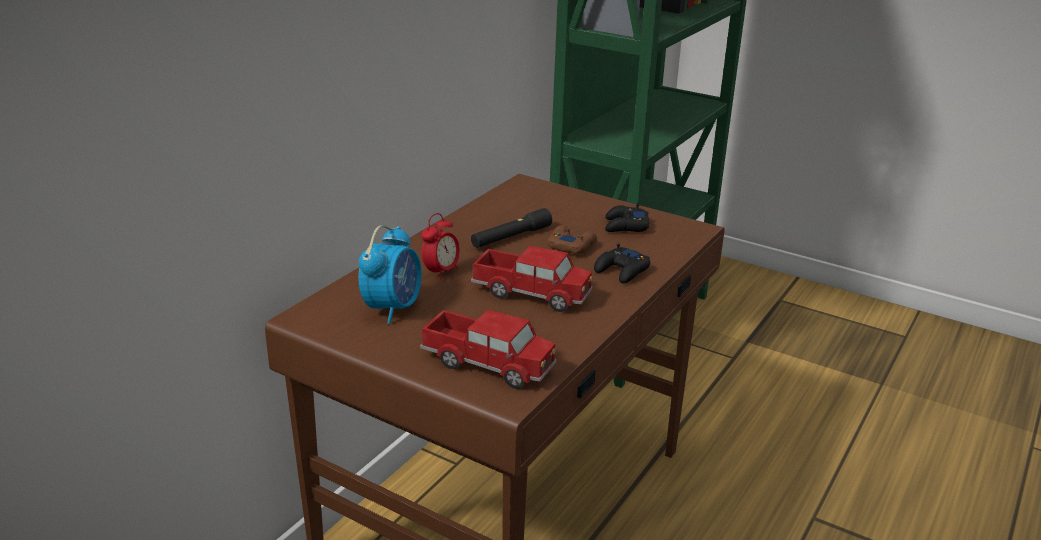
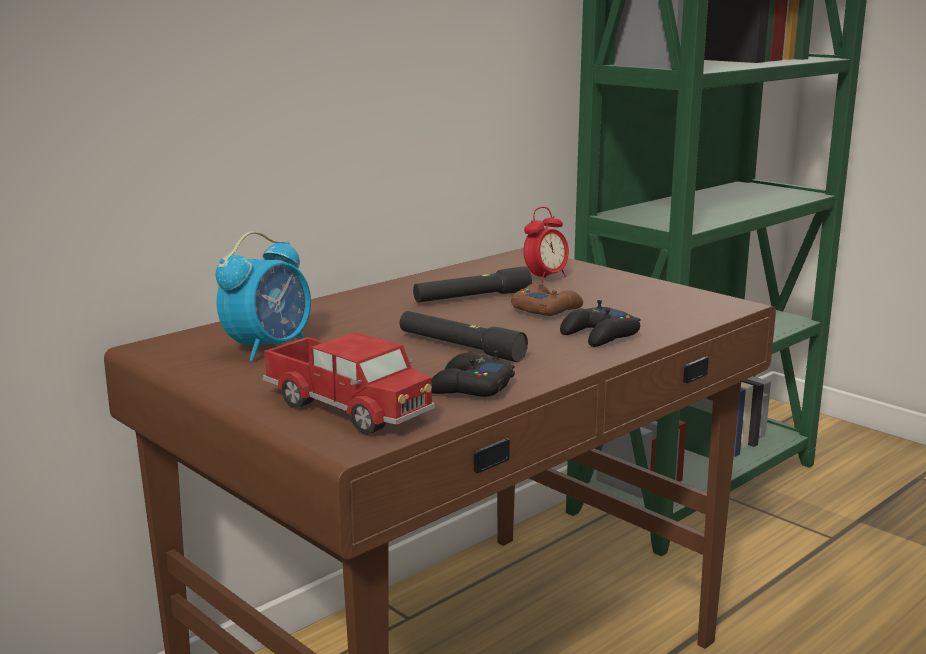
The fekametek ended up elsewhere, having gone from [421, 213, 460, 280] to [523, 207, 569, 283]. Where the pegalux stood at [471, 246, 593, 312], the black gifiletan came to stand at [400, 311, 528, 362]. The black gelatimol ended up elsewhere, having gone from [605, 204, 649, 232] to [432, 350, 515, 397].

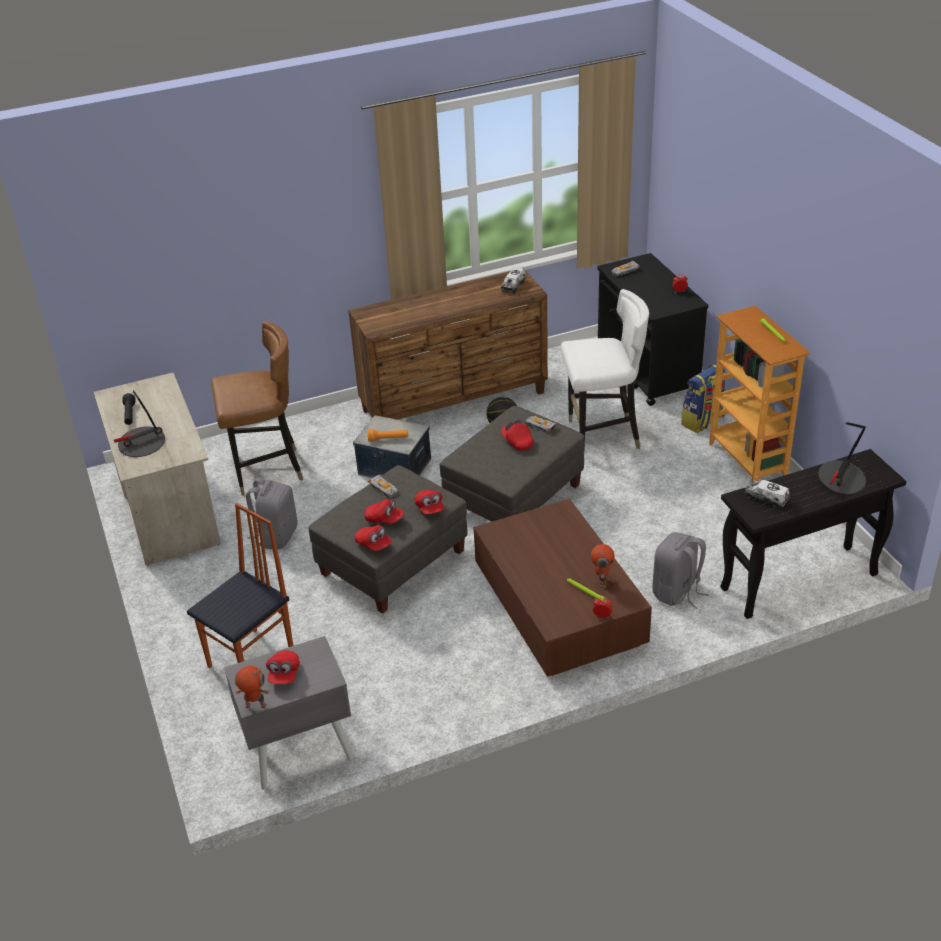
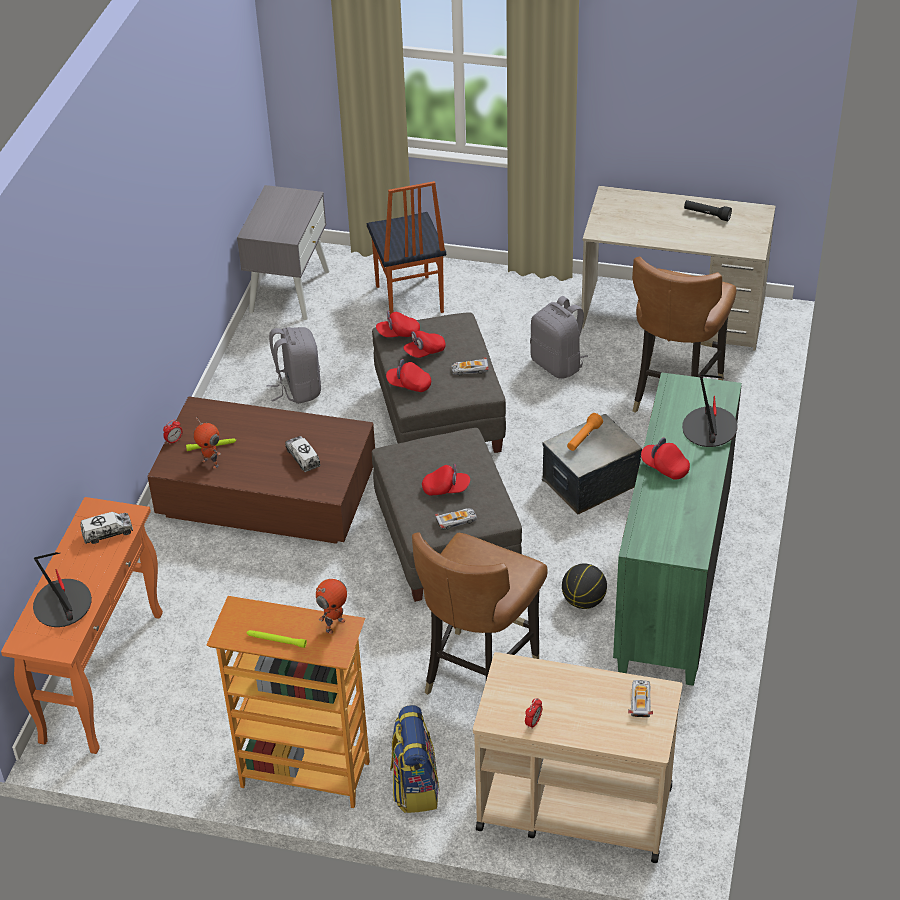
The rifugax ended up elsewhere, having gone from [114, 390, 165, 457] to [682, 374, 738, 447]. The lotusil ended up elsewhere, having gone from [235, 665, 269, 708] to [316, 579, 347, 634]. The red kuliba ended up elsewhere, having gone from [266, 650, 300, 684] to [641, 437, 690, 480]. What was the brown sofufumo at [348, 268, 548, 420] turned into the green sofufumo at [613, 372, 742, 686]. The pegalux ended up elsewhere, having gone from [501, 267, 526, 294] to [285, 436, 320, 472]. What was the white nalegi at [561, 289, 649, 452] turned into the brown nalegi at [412, 532, 548, 695]. What was the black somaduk at [598, 253, 708, 406] turned into the beige somaduk at [473, 652, 683, 863]. The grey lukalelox ended up elsewhere, having gone from [652, 532, 709, 609] to [266, 327, 321, 404]. What was the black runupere at [720, 449, 906, 619] turned into the orange runupere at [1, 497, 163, 754].

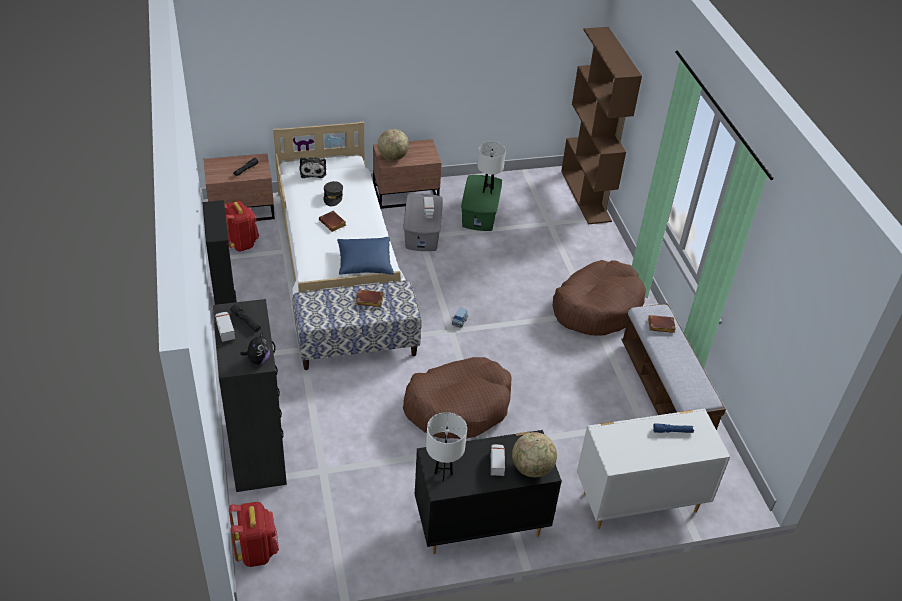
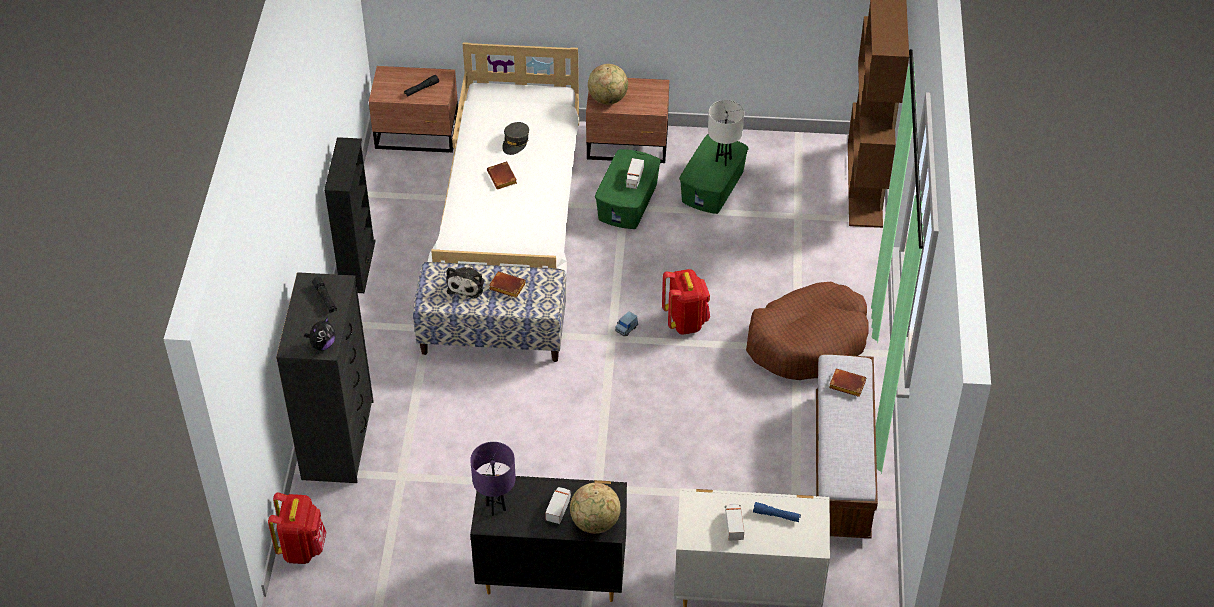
The pegalux ended up elsewhere, having gone from [215, 312, 235, 342] to [725, 504, 744, 541]. The red lukalelox ended up elsewhere, having gone from [225, 201, 259, 251] to [662, 269, 710, 335]. The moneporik ended up elsewhere, having gone from [300, 157, 326, 178] to [447, 265, 484, 299]. The second view lost the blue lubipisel at [337, 237, 394, 275]. The second view lost the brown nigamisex at [403, 357, 511, 439]. What was the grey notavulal at [404, 193, 443, 251] turned into the green notavulal at [595, 149, 661, 229]. What was the white rifugax at [426, 412, 467, 482] turned into the purple rifugax at [470, 442, 516, 516].

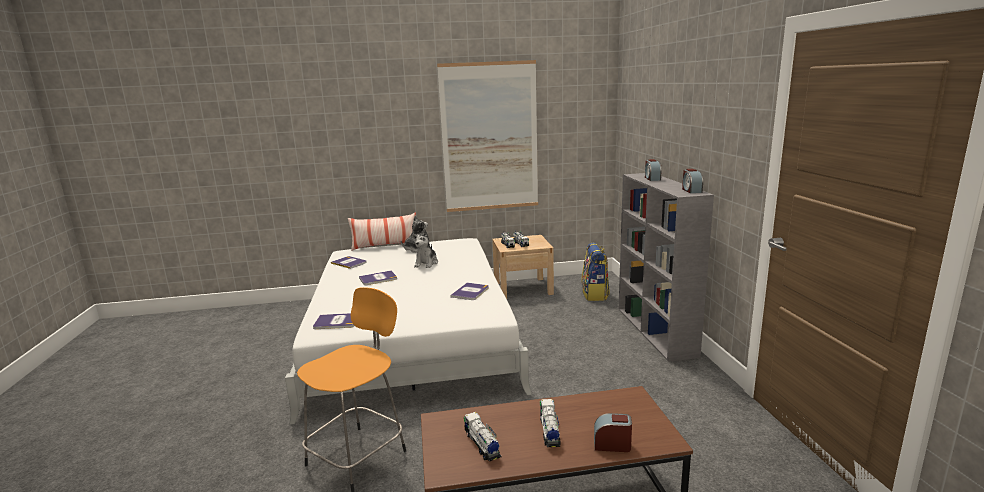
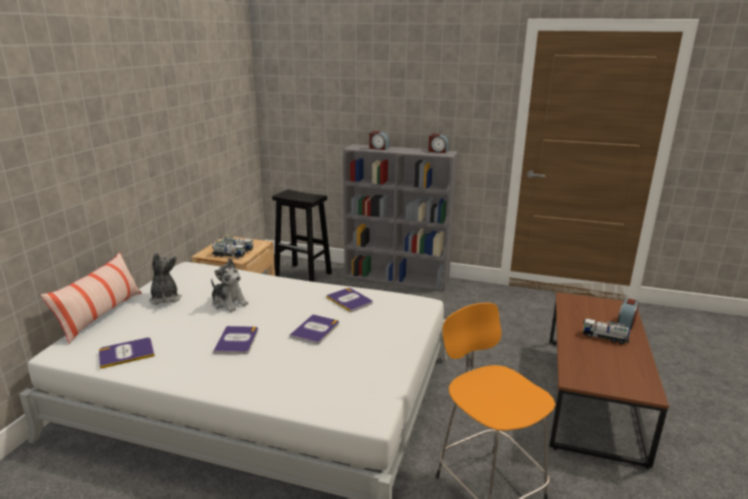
The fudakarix ended up elsewhere, having gone from [313, 313, 354, 329] to [289, 314, 339, 344]. The second view lost the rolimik at [437, 60, 538, 212]. The second view lost the pegalux at [464, 412, 501, 461]. Where the lukalelox stood at [581, 243, 610, 301], the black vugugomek came to stand at [272, 190, 332, 282].

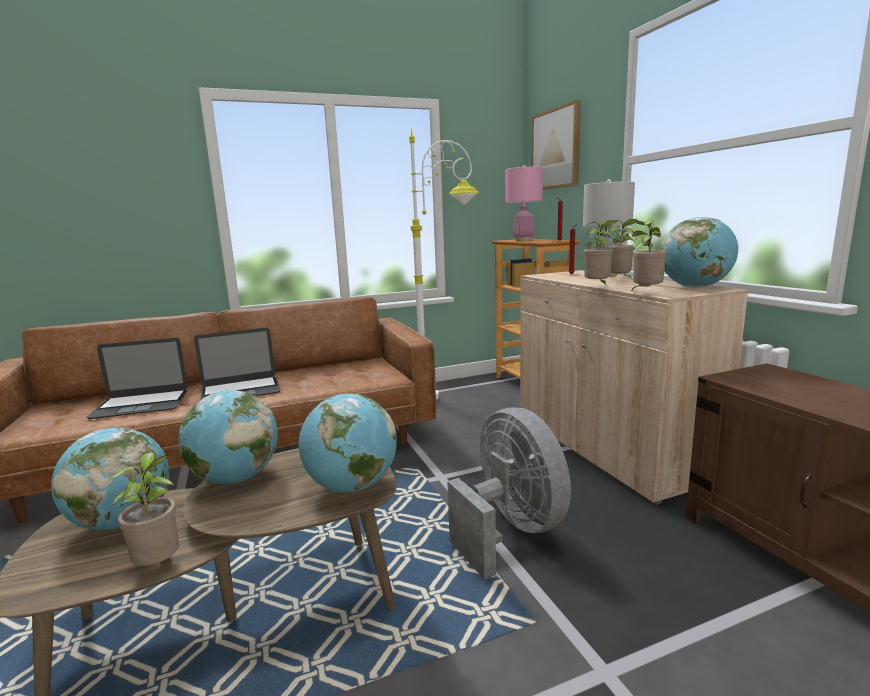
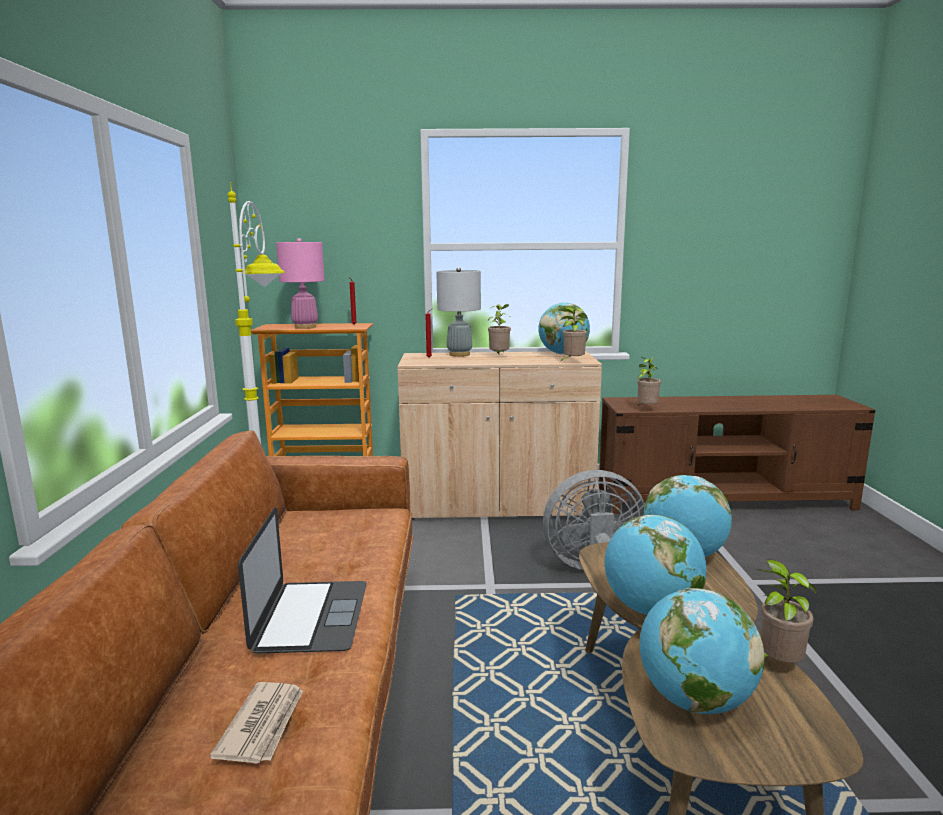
Where the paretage stood at [86, 338, 188, 419], the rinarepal came to stand at [210, 682, 303, 764]. The second view lost the rolimik at [531, 100, 581, 190]. The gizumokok ended up elsewhere, having gone from [583, 220, 617, 284] to [637, 357, 661, 406].

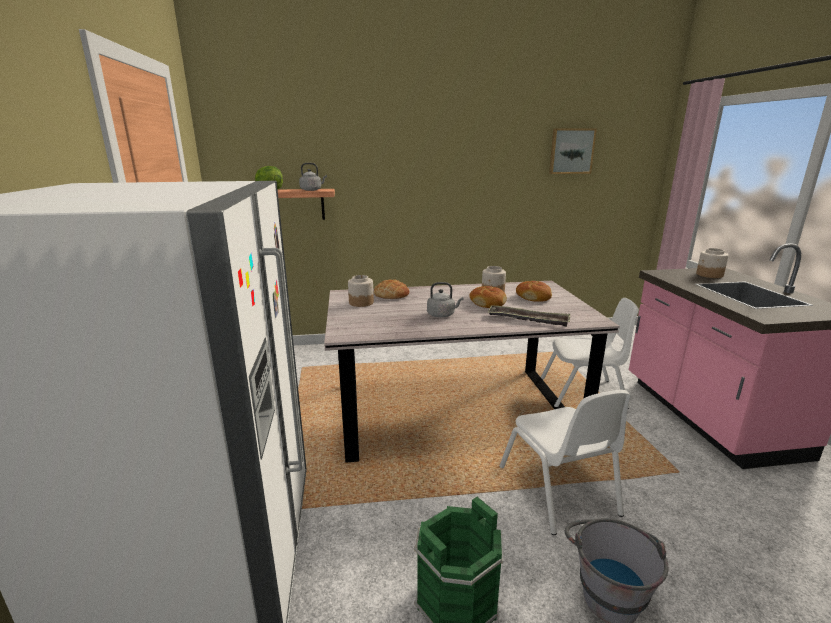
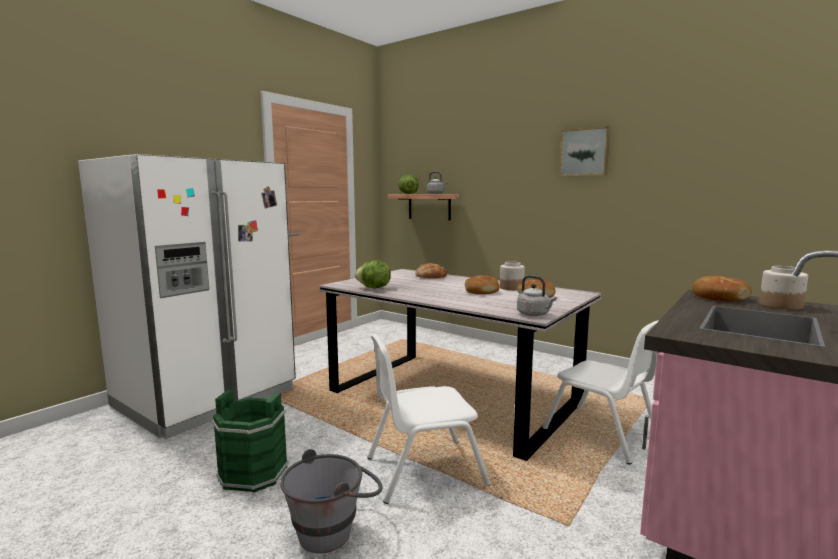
The second view lost the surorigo at [348, 275, 374, 307]. The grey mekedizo ended up elsewhere, having gone from [427, 282, 464, 317] to [517, 275, 557, 316]. The second view lost the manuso at [488, 305, 570, 327]. The white nalegi at [499, 390, 630, 535] ended up facing another way, 45 degrees clockwise from before. The rolimik ended up elsewhere, having gone from [549, 128, 597, 174] to [559, 126, 610, 176]. The second view gained the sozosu at [355, 260, 391, 289]. The second view gained the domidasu at [692, 276, 752, 301].

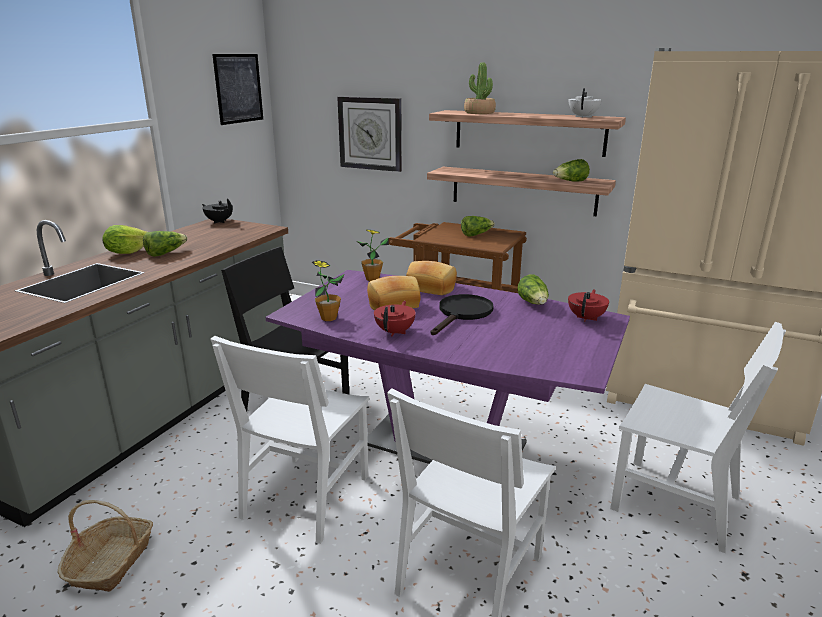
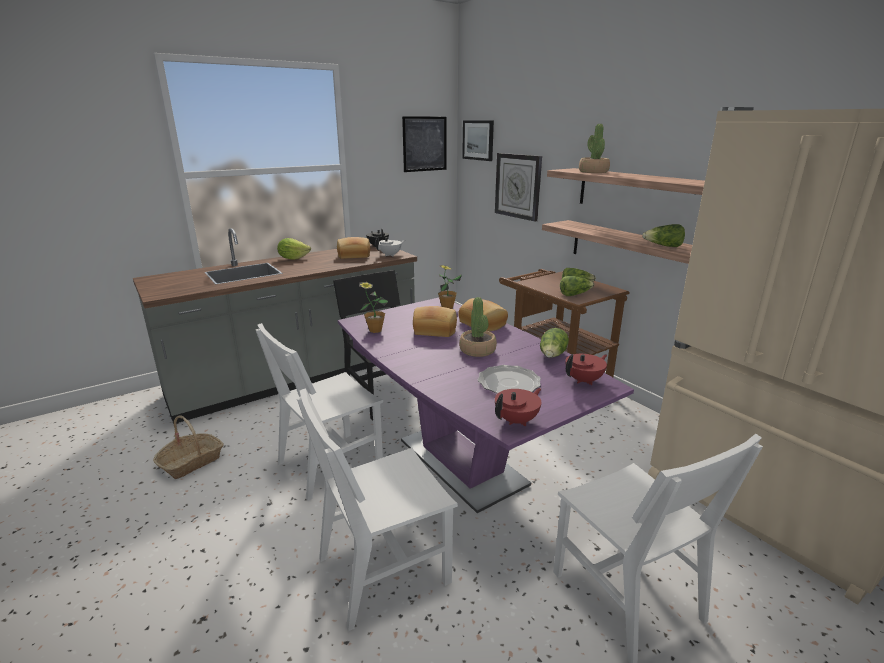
The sozosu ended up elsewhere, having gone from [143, 231, 188, 257] to [560, 276, 594, 296]. The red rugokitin ended up elsewhere, having gone from [374, 301, 416, 336] to [495, 388, 541, 426]. Where the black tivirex stood at [430, 294, 494, 335], the gizumokok came to stand at [459, 297, 497, 357]. The white rugokitin ended up elsewhere, having gone from [569, 88, 601, 118] to [375, 236, 405, 257]. The second view gained the domidasu at [337, 237, 370, 259]. The second view gained the rolimik at [462, 121, 494, 161]. The second view gained the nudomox at [478, 365, 541, 394].

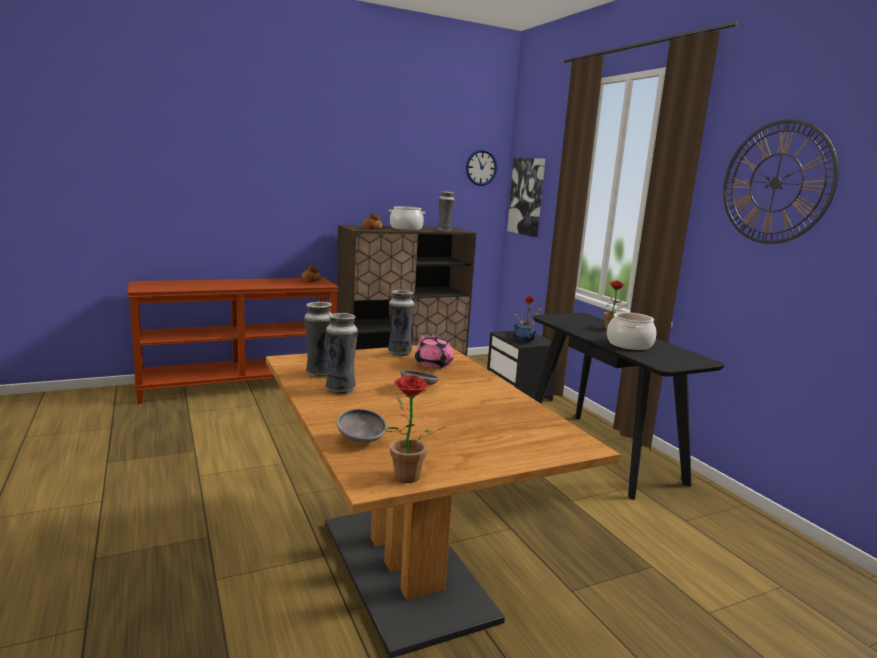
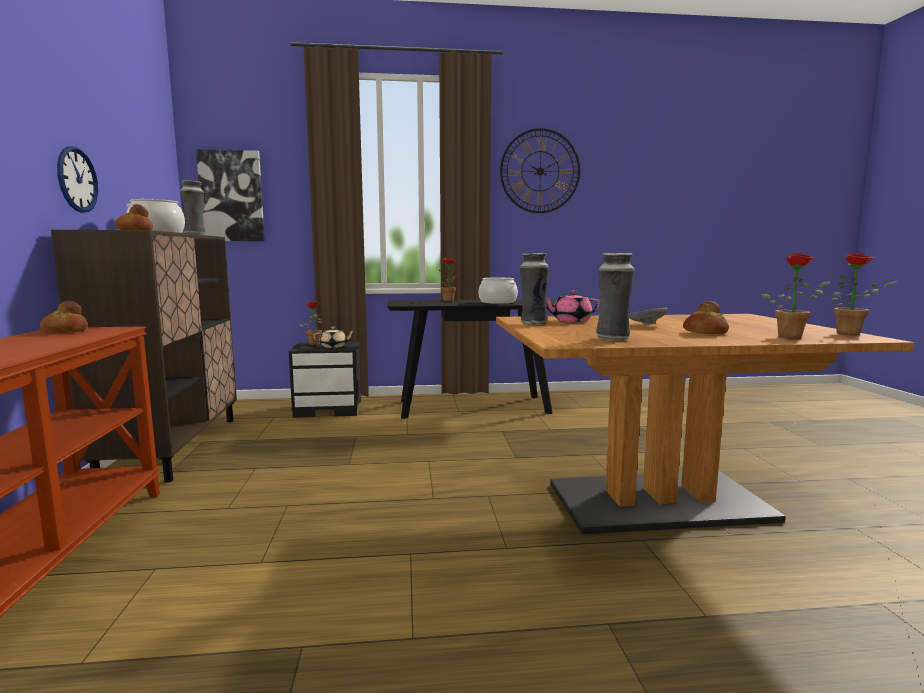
The second view lost the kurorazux at [326, 313, 358, 394]. Where the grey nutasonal stood at [337, 409, 387, 443], the gizumokok came to stand at [761, 253, 831, 339]. The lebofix ended up elsewhere, having gone from [466, 149, 497, 186] to [57, 146, 98, 213]. What was the blue rugokitin at [512, 322, 537, 342] turned into the beige rugokitin at [313, 327, 356, 348]. The second view gained the domidasu at [683, 301, 729, 334].

